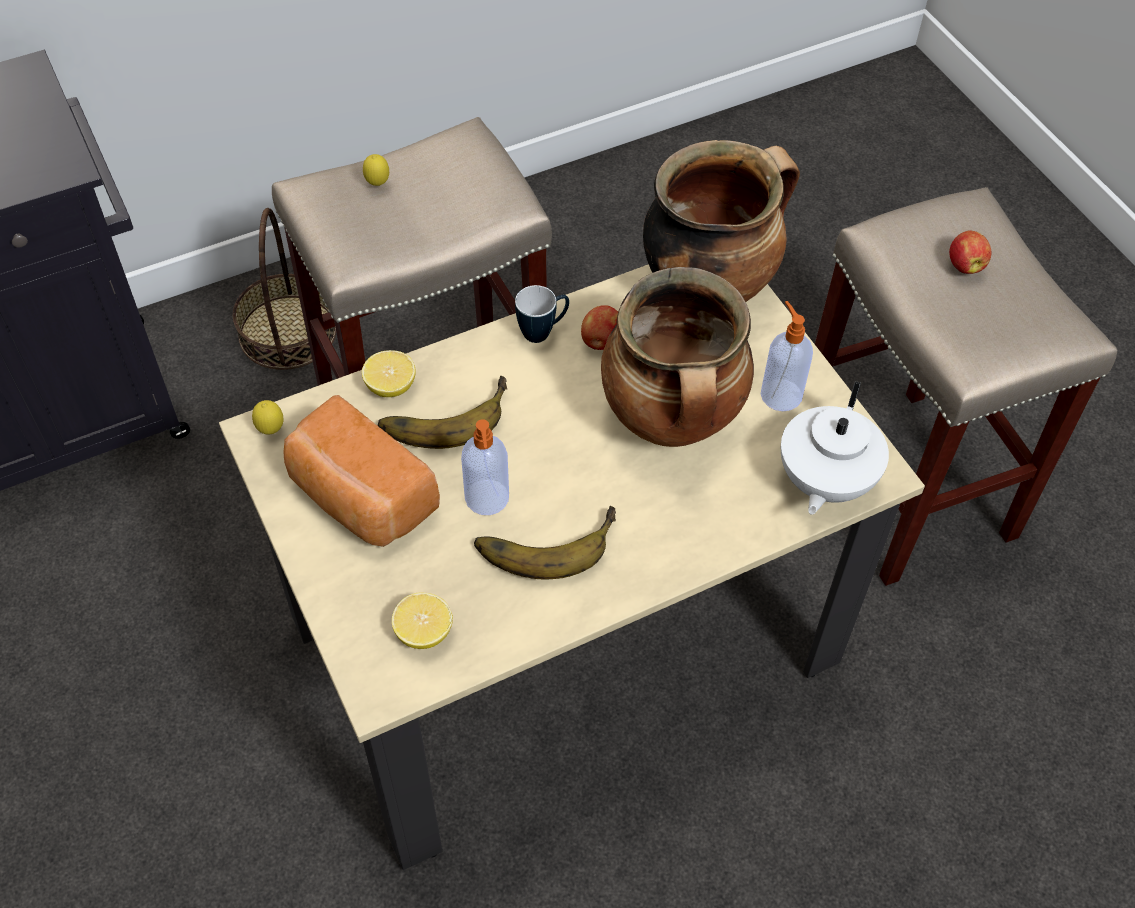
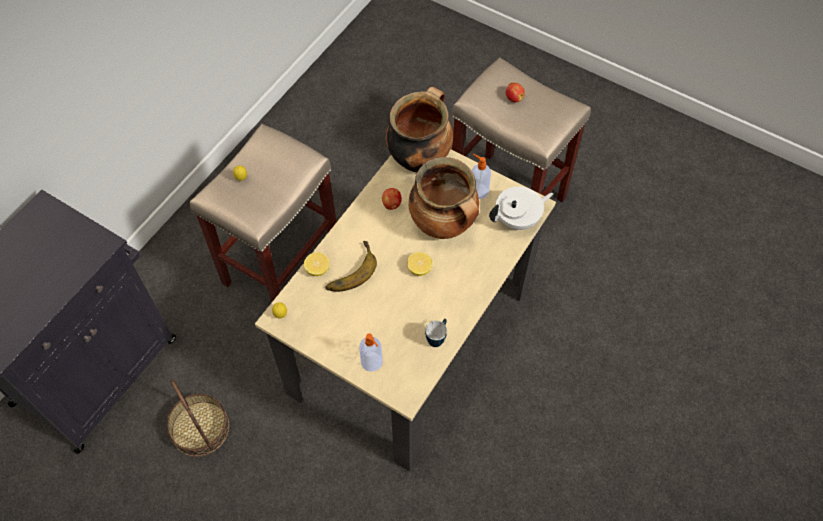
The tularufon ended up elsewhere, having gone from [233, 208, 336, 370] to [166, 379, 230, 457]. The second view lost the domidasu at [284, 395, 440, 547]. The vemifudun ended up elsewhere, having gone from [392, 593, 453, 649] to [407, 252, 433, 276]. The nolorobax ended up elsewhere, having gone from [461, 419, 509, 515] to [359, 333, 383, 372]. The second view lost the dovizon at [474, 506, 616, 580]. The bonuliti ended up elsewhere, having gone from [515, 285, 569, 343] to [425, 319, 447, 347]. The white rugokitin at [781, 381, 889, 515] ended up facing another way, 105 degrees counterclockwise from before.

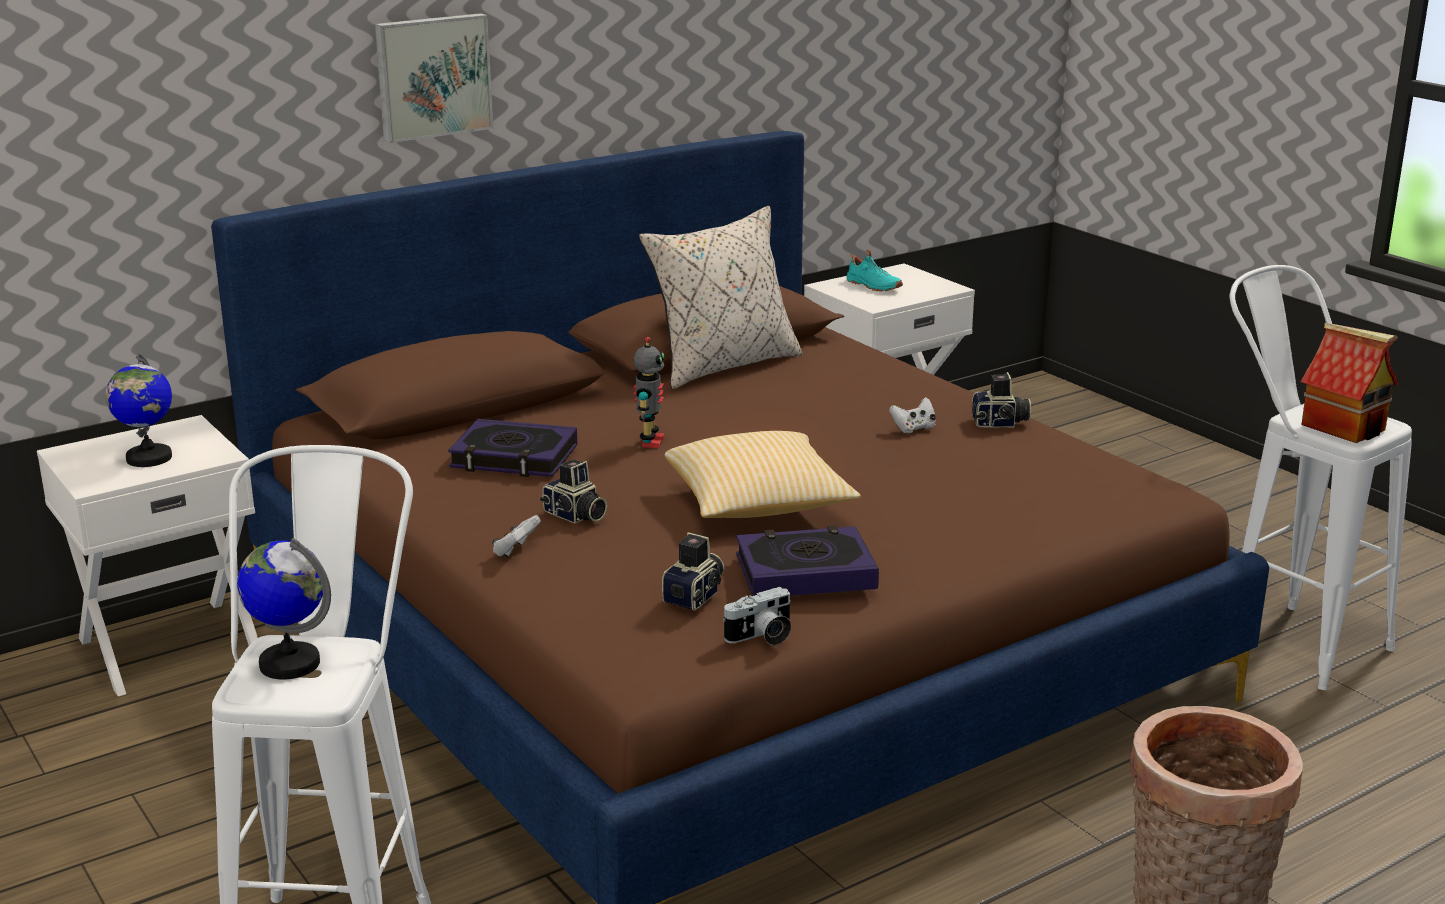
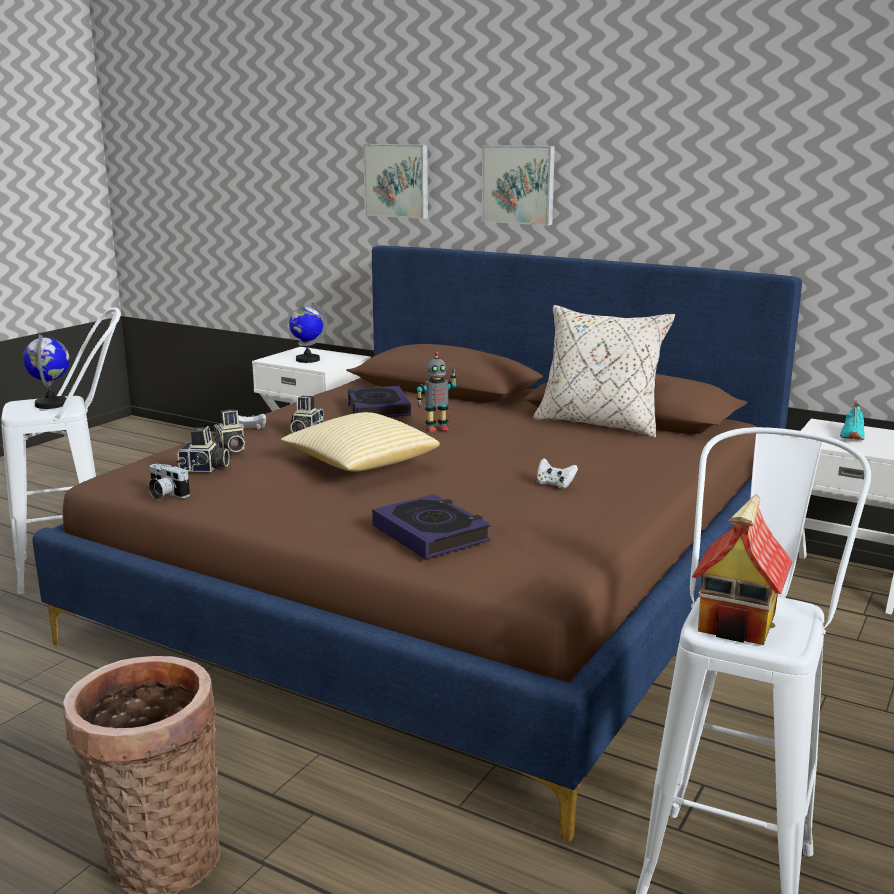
The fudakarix ended up elsewhere, having gone from [736, 525, 879, 596] to [372, 494, 491, 559]. The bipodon ended up elsewhere, having gone from [972, 372, 1031, 428] to [213, 409, 245, 452]. The second view gained the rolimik at [363, 144, 428, 219].

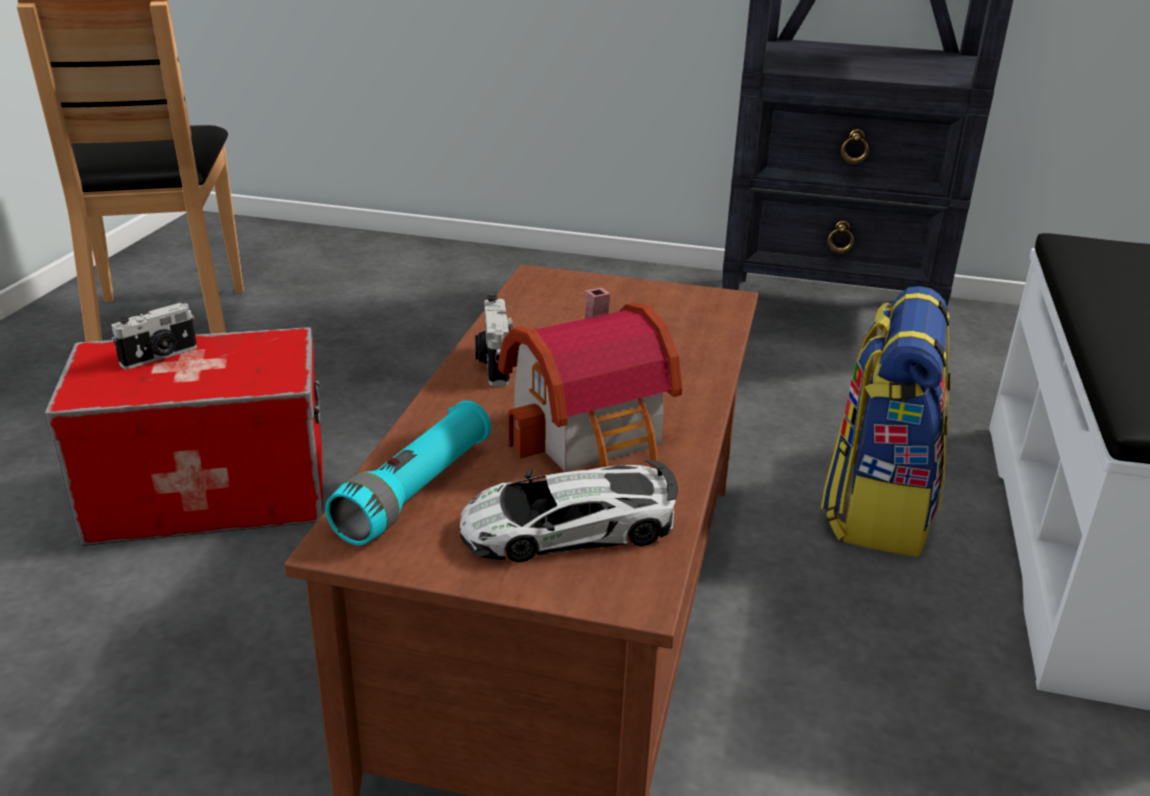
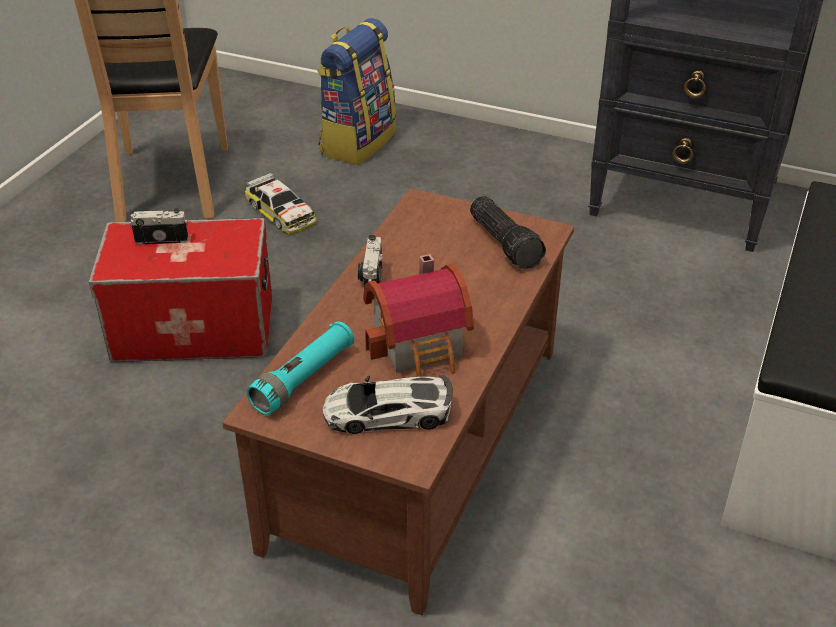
The bipodon at [111, 303, 197, 370] ended up facing another way, 150 degrees counterclockwise from before. The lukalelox ended up elsewhere, having gone from [821, 286, 951, 557] to [317, 18, 396, 165]. The second view gained the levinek at [245, 172, 317, 235]. The second view gained the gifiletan at [470, 196, 546, 270].

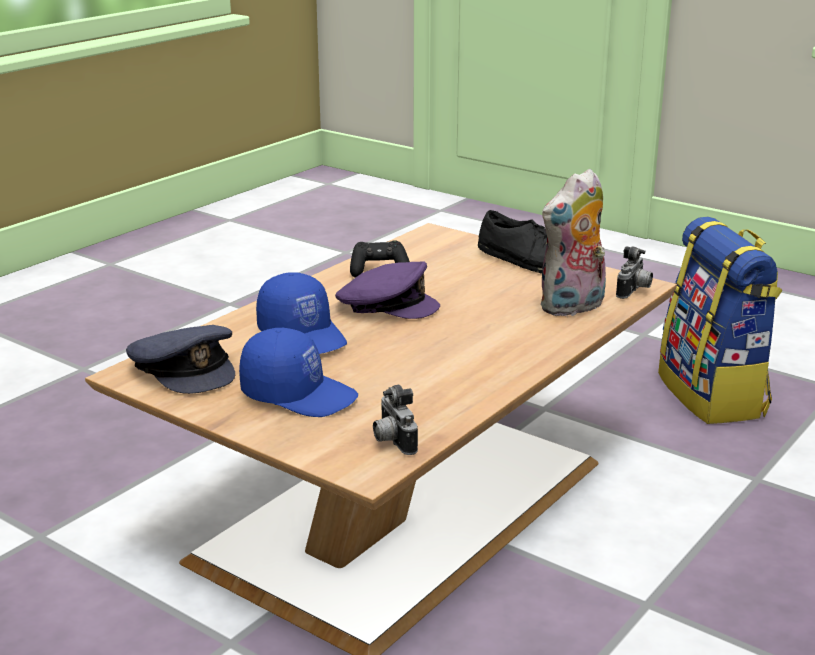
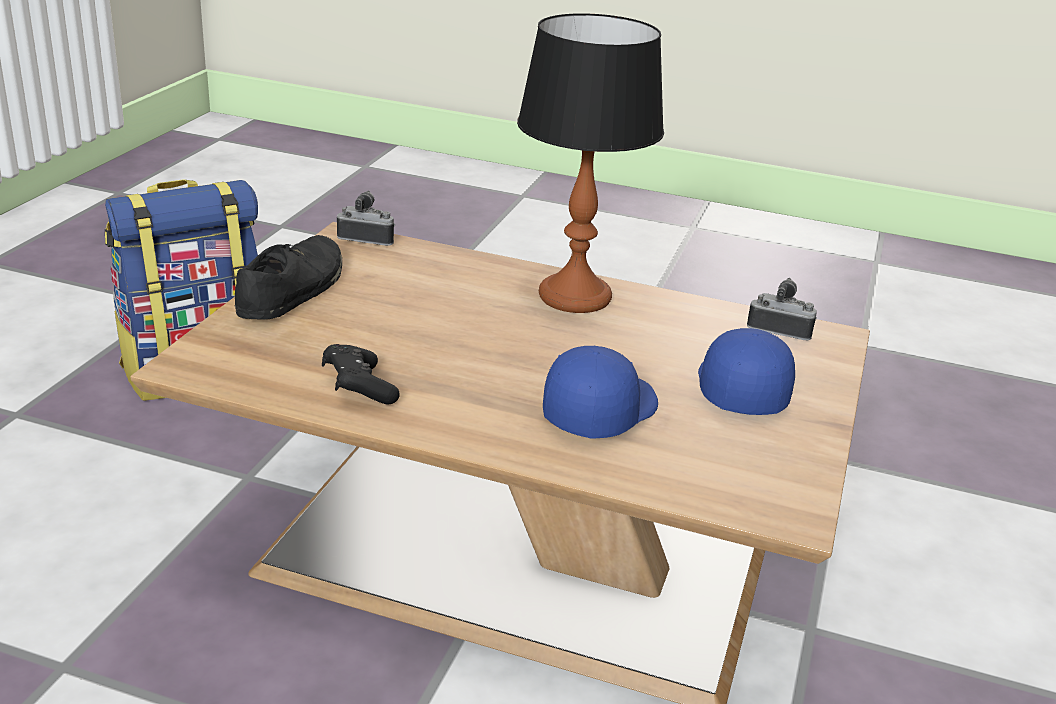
The second view lost the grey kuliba at [126, 325, 235, 394]. The second view lost the purple kuliba at [335, 261, 440, 319]. The bipodon at [373, 385, 418, 455] ended up facing another way, 120 degrees counterclockwise from before. The second view lost the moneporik at [540, 169, 606, 316]. The second view gained the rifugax at [517, 13, 664, 313].

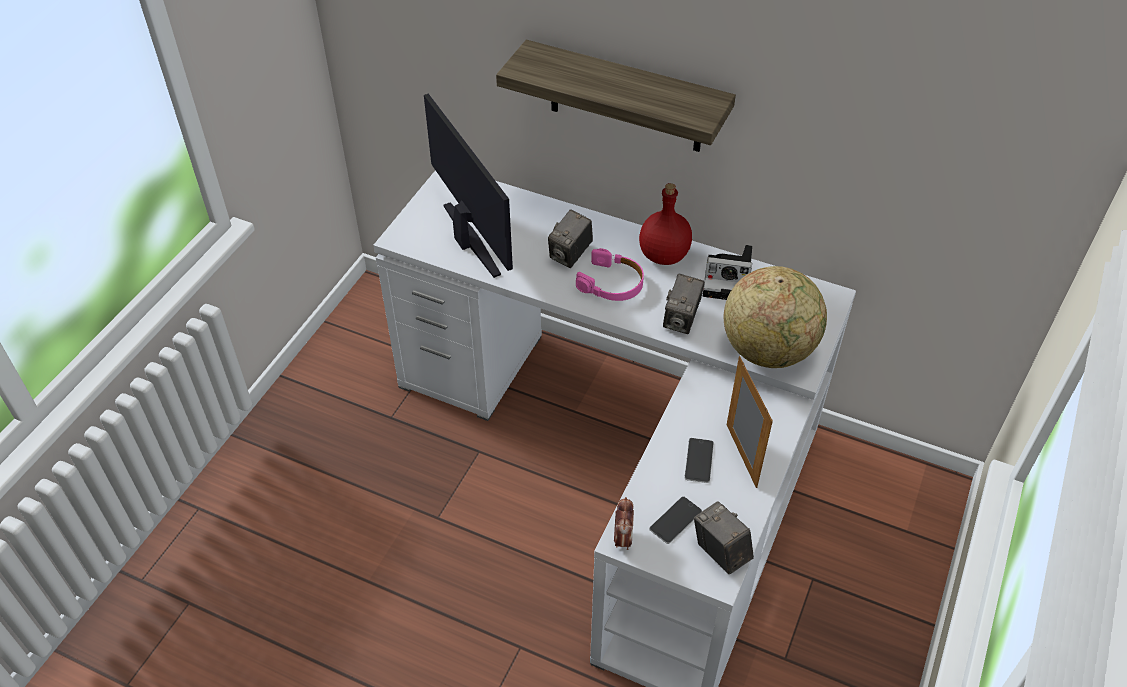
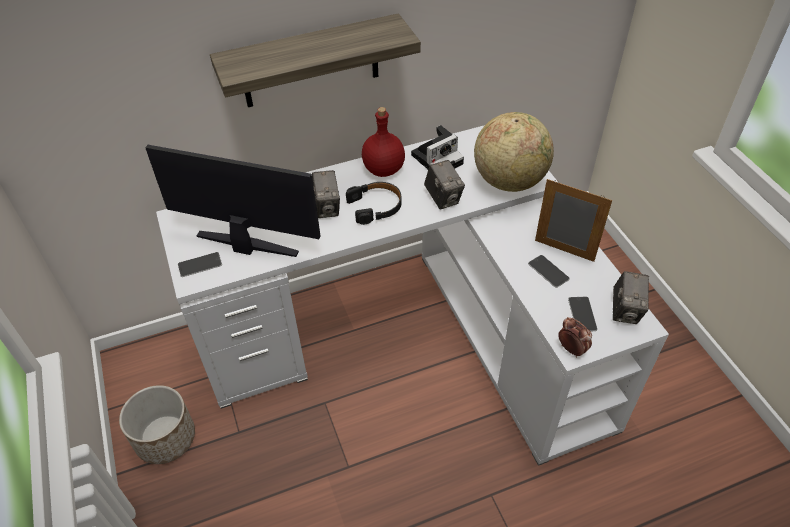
What was the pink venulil at [576, 248, 644, 301] turned into the black venulil at [346, 182, 401, 225]. The bipodon at [694, 501, 754, 575] ended up facing another way, 90 degrees counterclockwise from before. The second view gained the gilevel at [119, 385, 195, 464]. The second view gained the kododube at [178, 252, 222, 277].

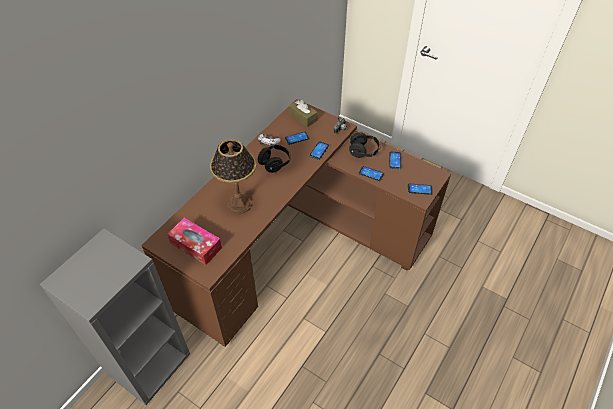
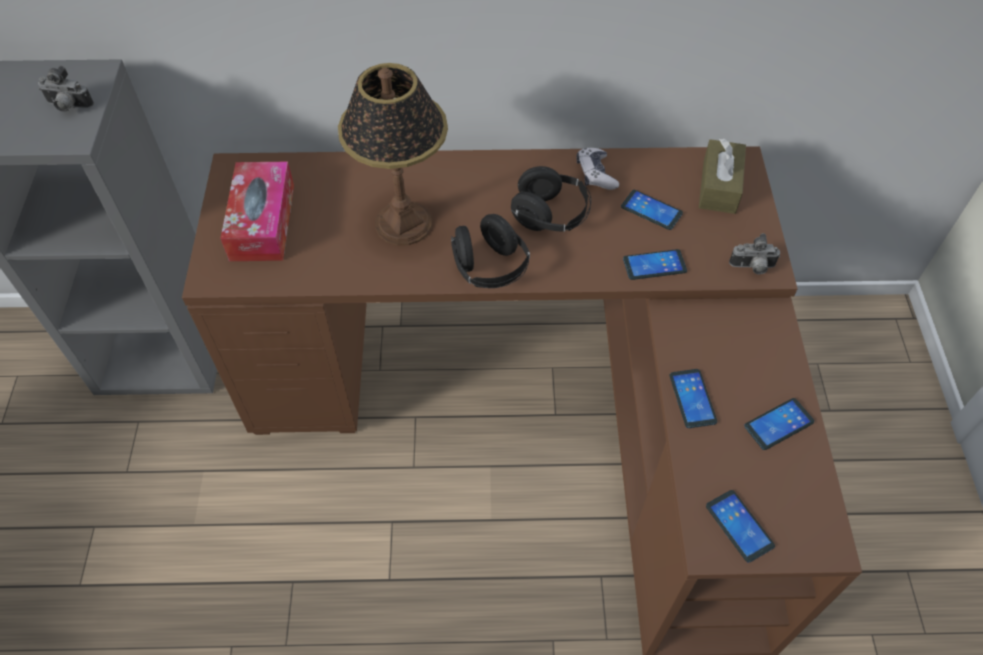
The black venulil ended up elsewhere, having gone from [349, 132, 381, 158] to [451, 214, 530, 288]. The second view gained the bipodon at [38, 66, 94, 112].

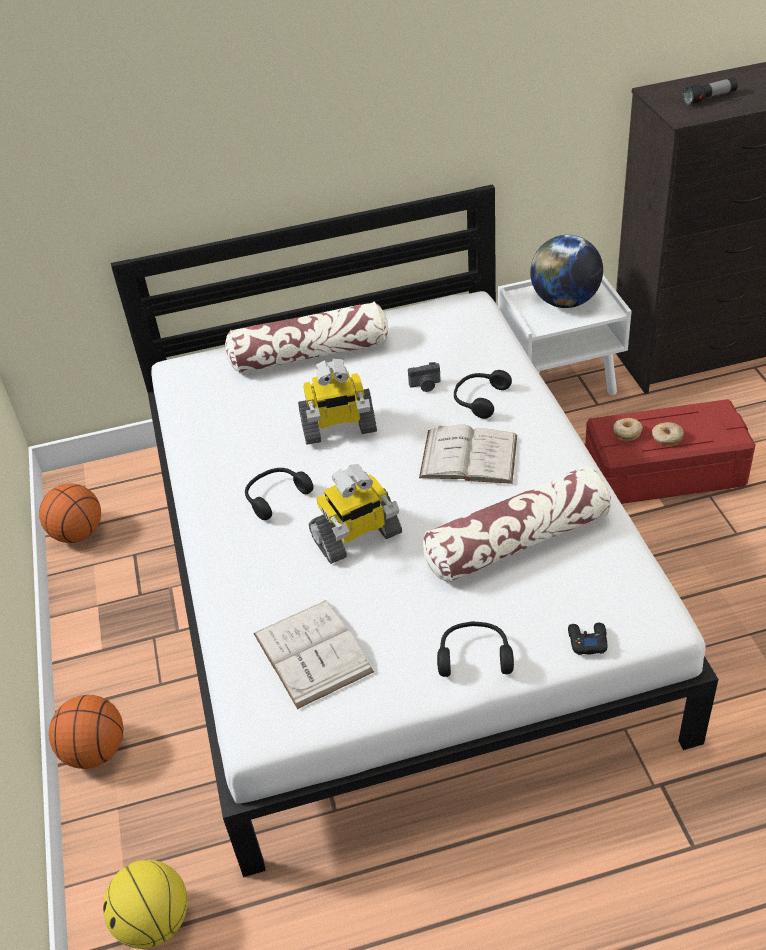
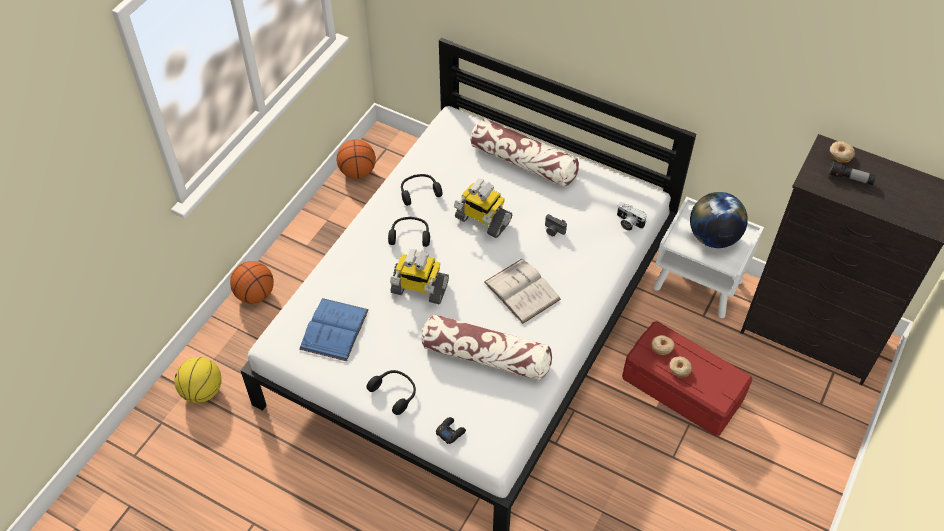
What was the white fudakarix at [253, 600, 374, 709] turned into the blue fudakarix at [299, 298, 369, 361]. The black venulil ended up elsewhere, having gone from [454, 370, 512, 419] to [401, 174, 443, 206]. The second view gained the bipodon at [617, 202, 647, 231]. The second view gained the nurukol at [830, 141, 855, 163].

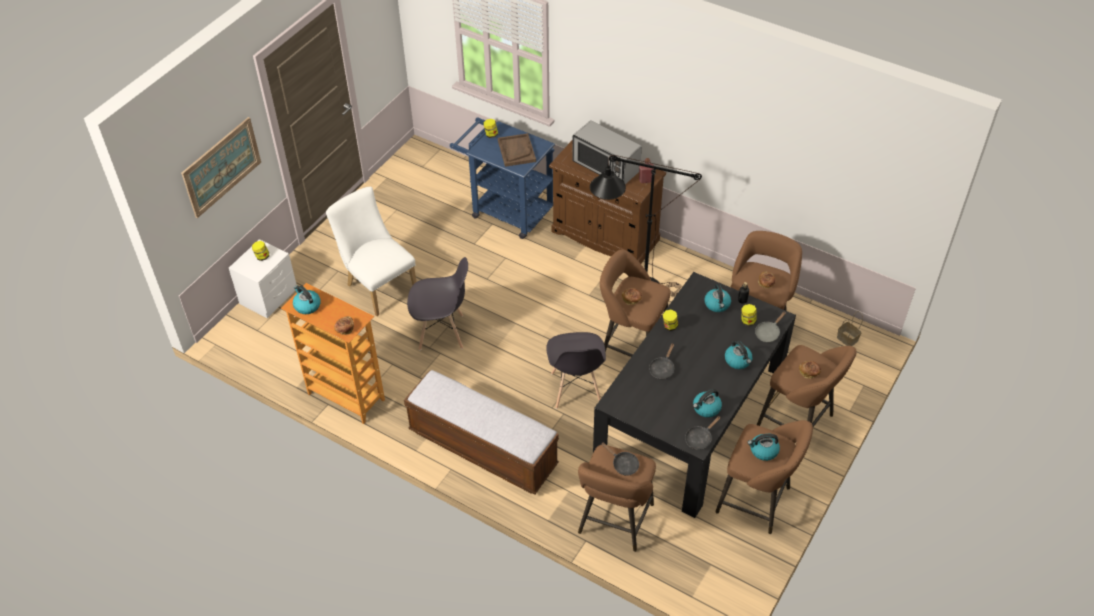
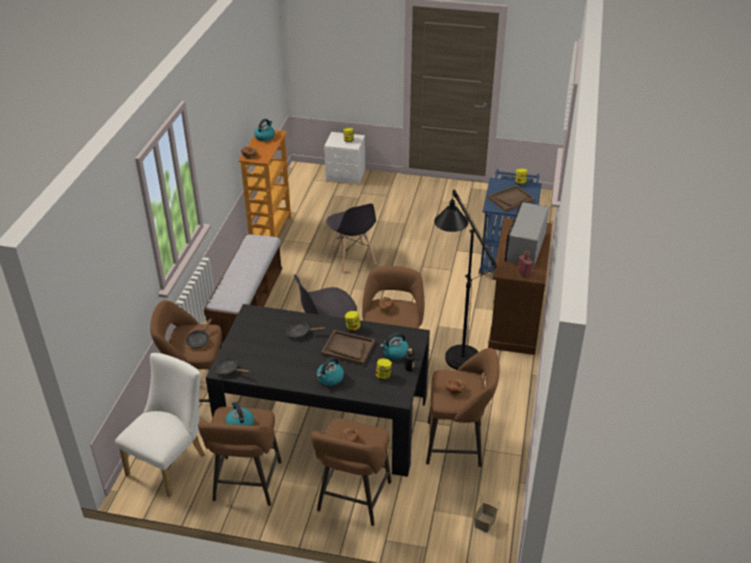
The second view lost the rolimik at [181, 117, 261, 218]. The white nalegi ended up elsewhere, having gone from [326, 187, 417, 316] to [115, 353, 205, 497]. The second view lost the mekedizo at [693, 389, 722, 418]. The second view lost the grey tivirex at [755, 311, 786, 342]. The second view gained the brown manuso at [321, 330, 375, 366].

